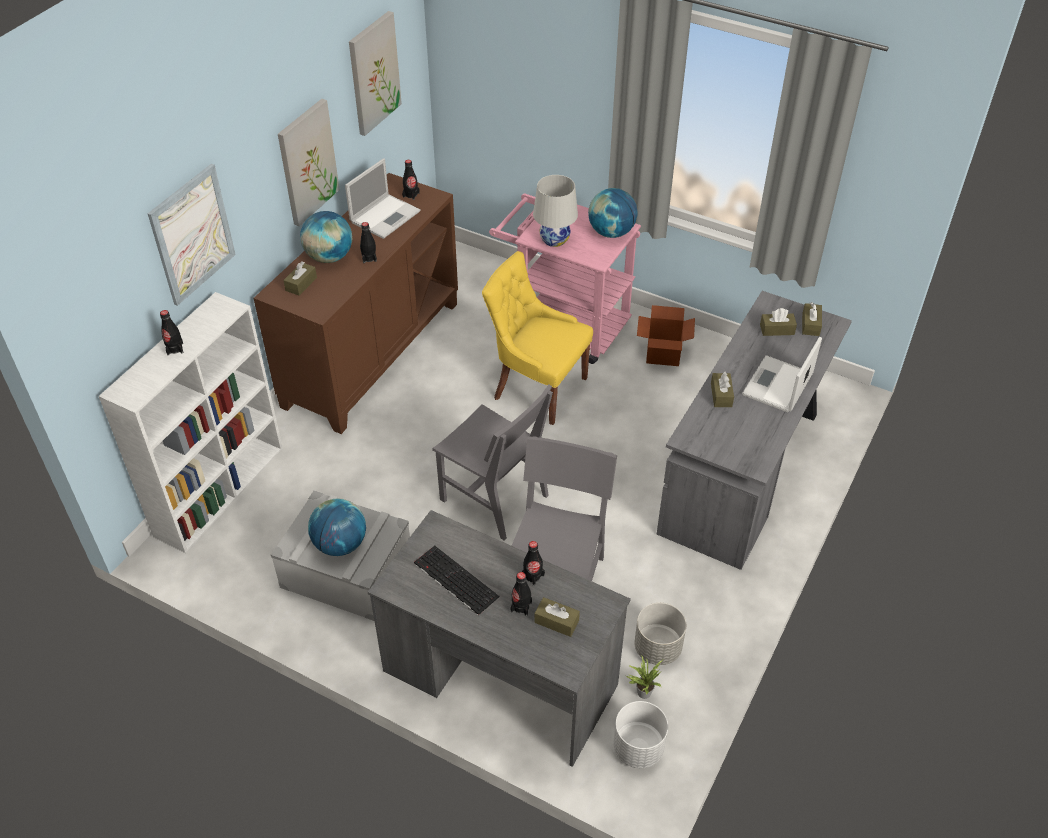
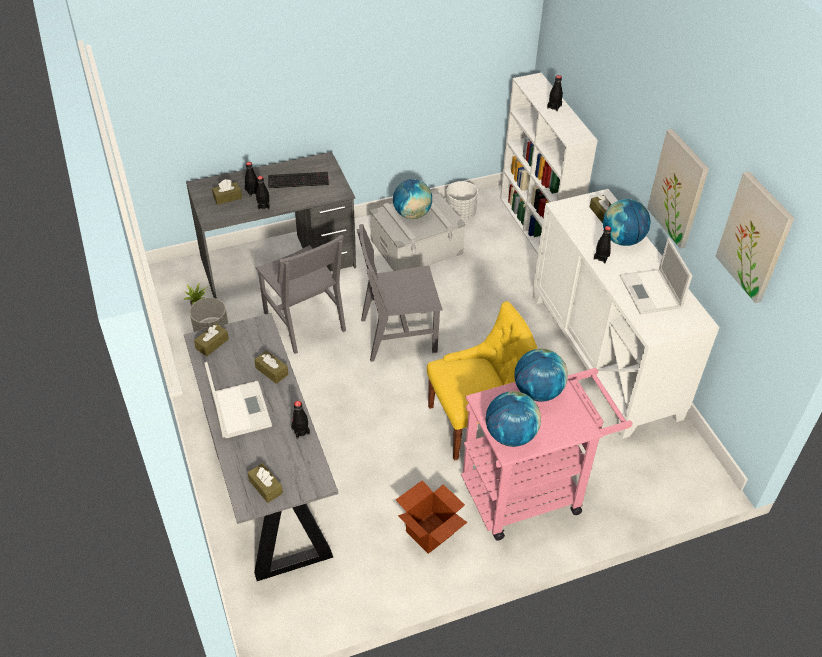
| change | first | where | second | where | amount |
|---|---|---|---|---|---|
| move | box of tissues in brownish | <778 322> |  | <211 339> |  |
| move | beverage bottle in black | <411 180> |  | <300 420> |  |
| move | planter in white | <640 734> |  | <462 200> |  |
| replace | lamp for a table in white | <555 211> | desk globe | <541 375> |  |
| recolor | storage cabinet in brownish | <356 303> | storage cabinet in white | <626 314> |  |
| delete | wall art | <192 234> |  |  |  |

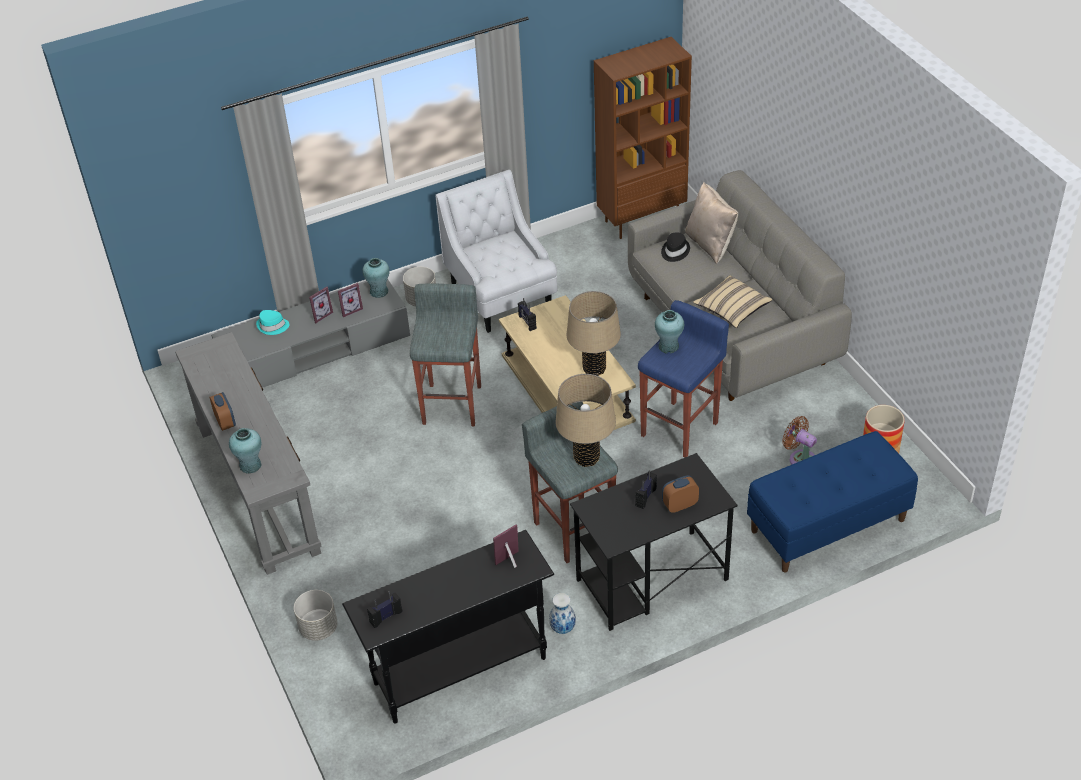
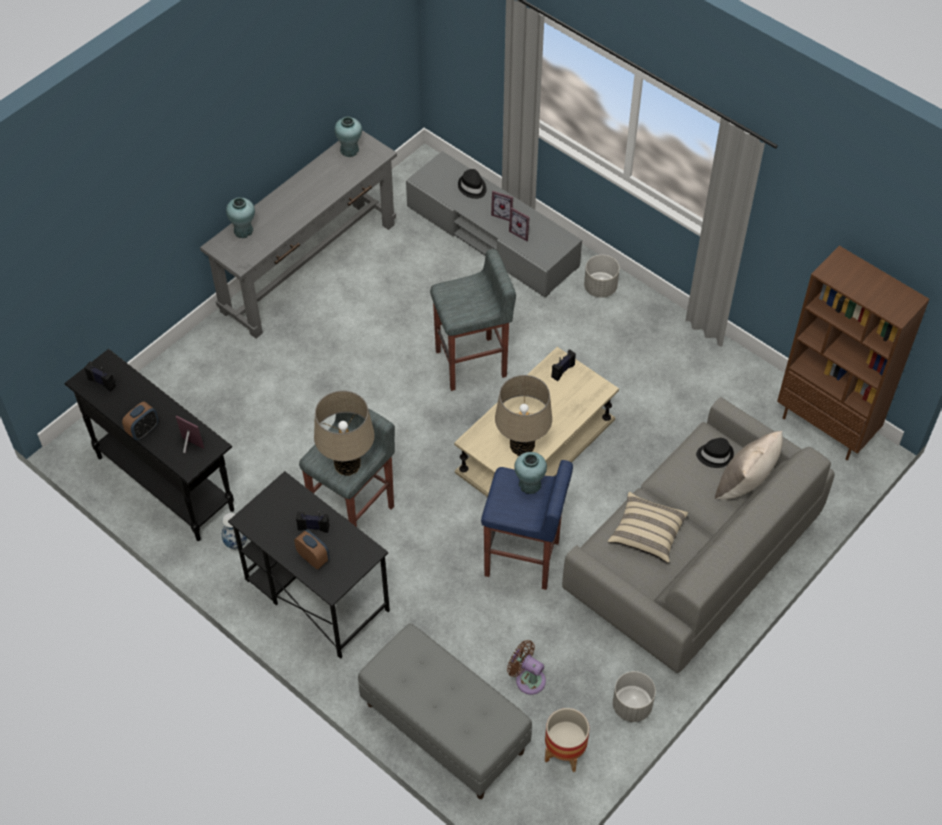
| change | first | where | second | where | amount |
|---|---|---|---|---|---|
| move | table clock | <223 411> |  | <140 421> |  |
| move | flower vase in blue-green | <376 278> |  | <348 137> |  |
| recolor | indoor bench in bluish | <832 502> | indoor bench in gray | <445 711> |  |
| recolor | hat in blue-green | <273 322> | hat in black | <472 184> |  |
| rotate | electric fan in brownish | <799 440> |  | <526 667> | 75 degrees counterclockwise |
| move | planter in gray | <316 615> |  | <634 696> |  |
| delete | lounge chair in white | <496 251> |  |  |  |

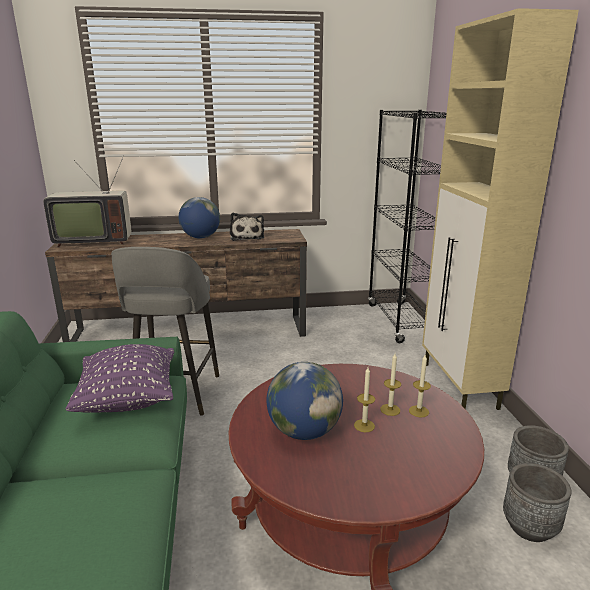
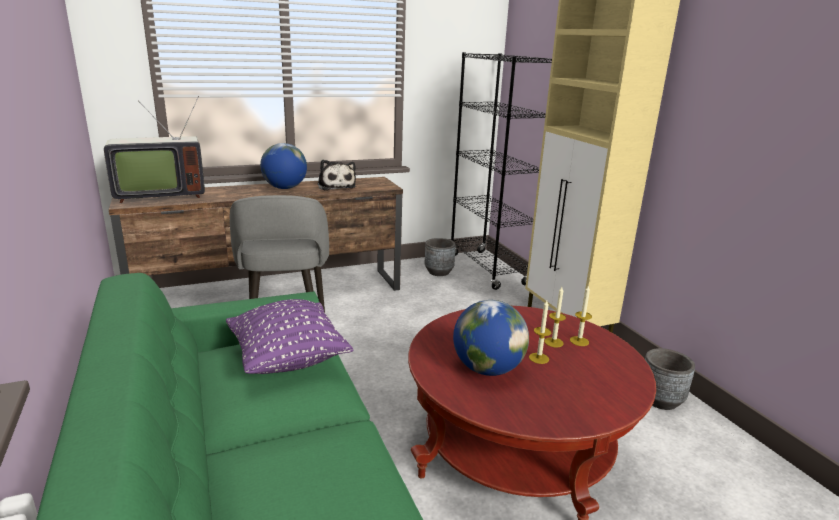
| change | first | where | second | where | amount |
|---|---|---|---|---|---|
| move | planter in gray | <537 502> |  | <440 257> |  |

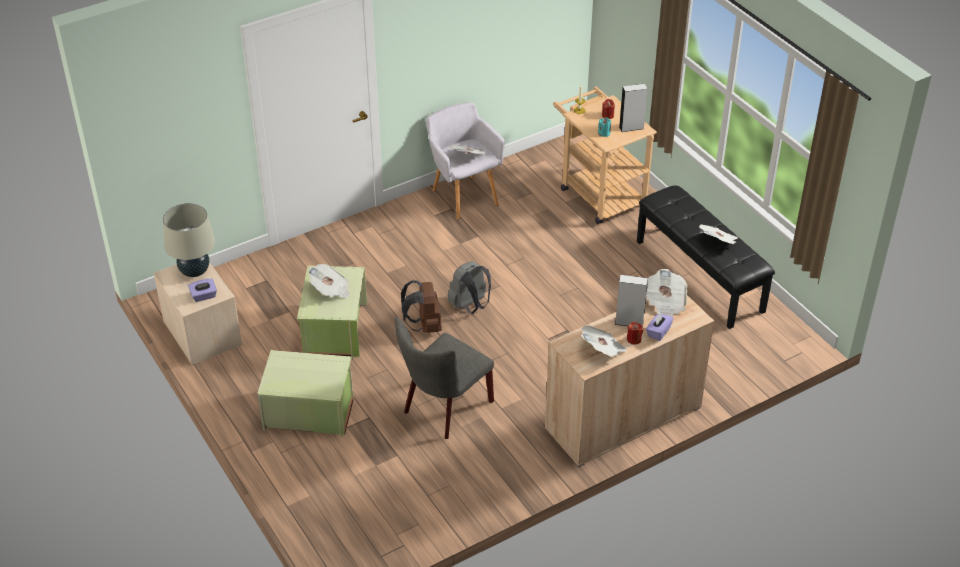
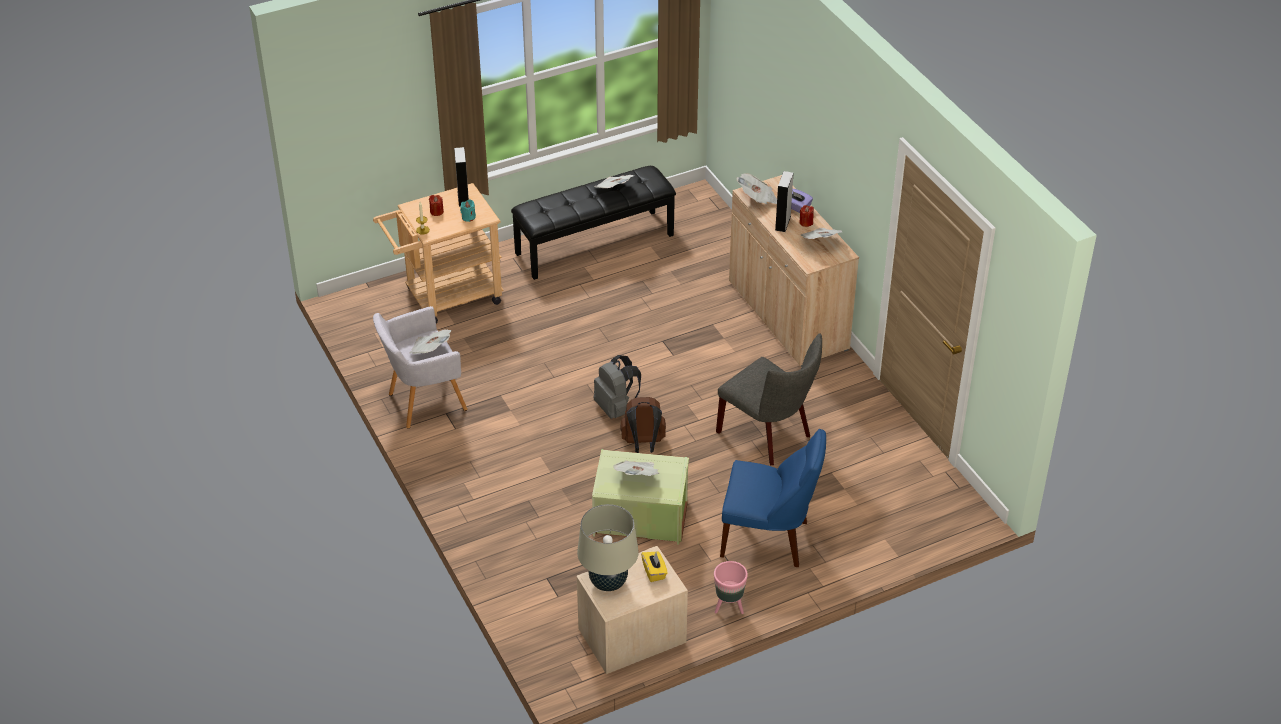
| change | first | where | second | where | amount |
|---|---|---|---|---|---|
| recolor | box of tissues in purple | <202 290> | box of tissues in yellow-coloured | <654 567> |  |
| insert |  |  | planter in pinkish | <731 587> |  |
| replace | storage box in green | <305 393> | upright chair in bluish | <773 498> |  |

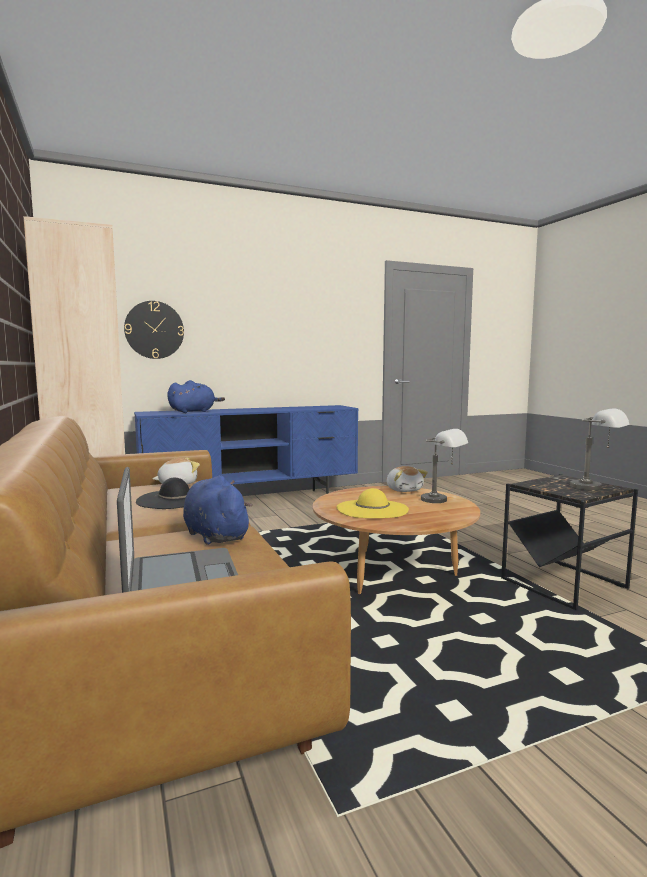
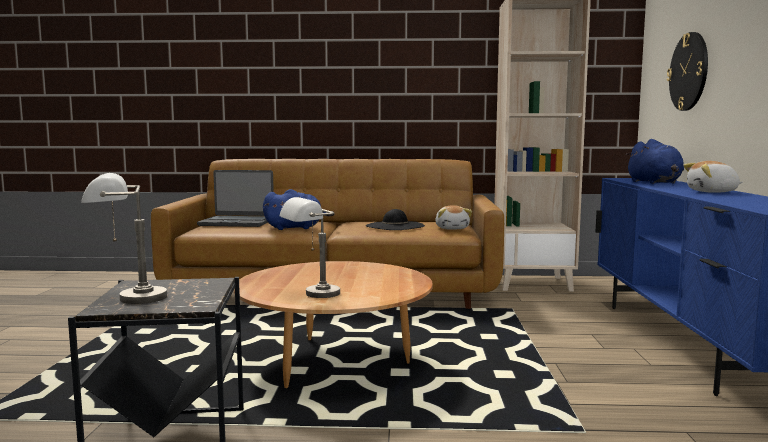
| change | first | where | second | where | amount |
|---|---|---|---|---|---|
| move | soft toy | <407 479> |  | <713 177> |  |
| delete | hat in yellow-coloured | <373 503> |  |  |  |

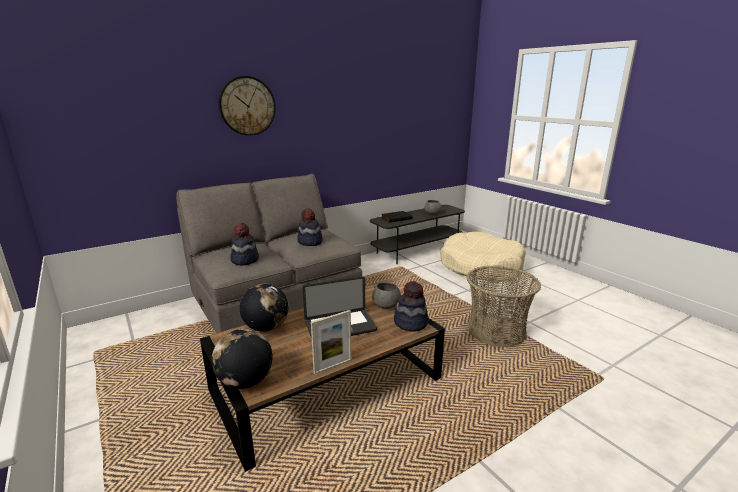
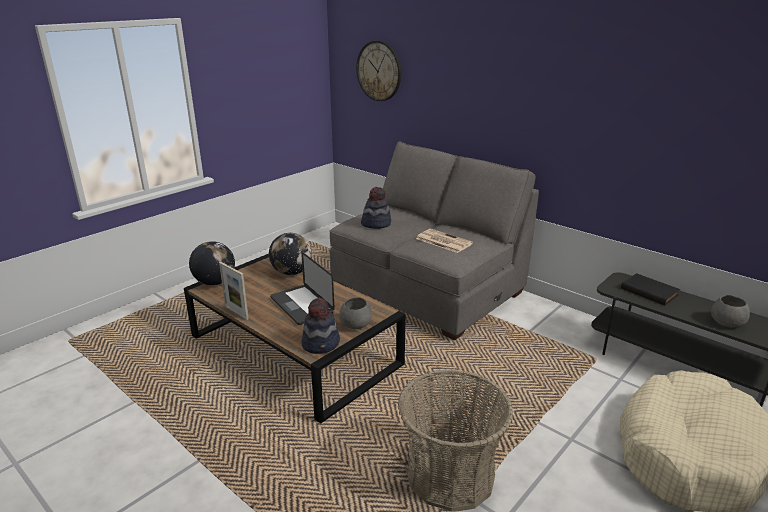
| change | first | where | second | where | amount |
|---|---|---|---|---|---|
| move | hanging clock | <247 106> |  | <379 71> |  |
| replace | hat | <310 227> | printed paper | <444 241> |  |

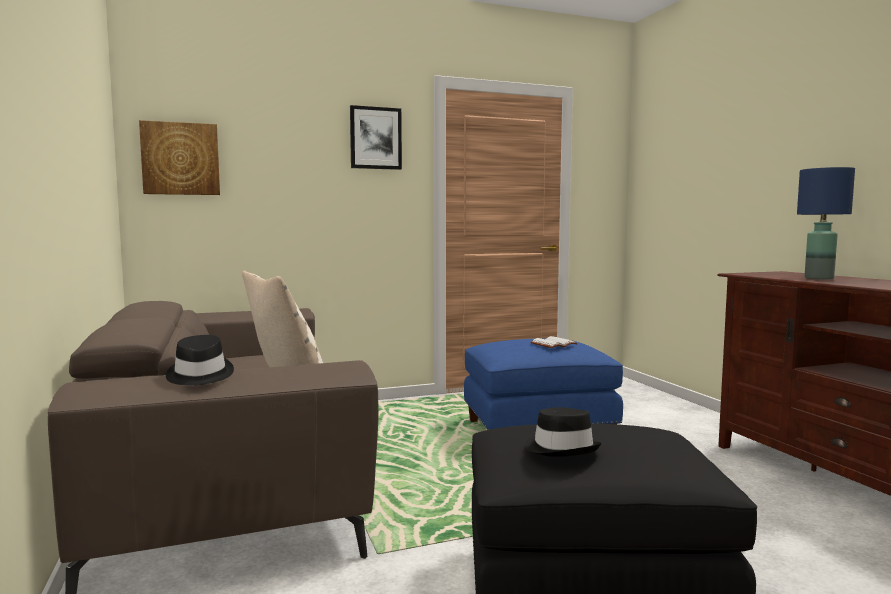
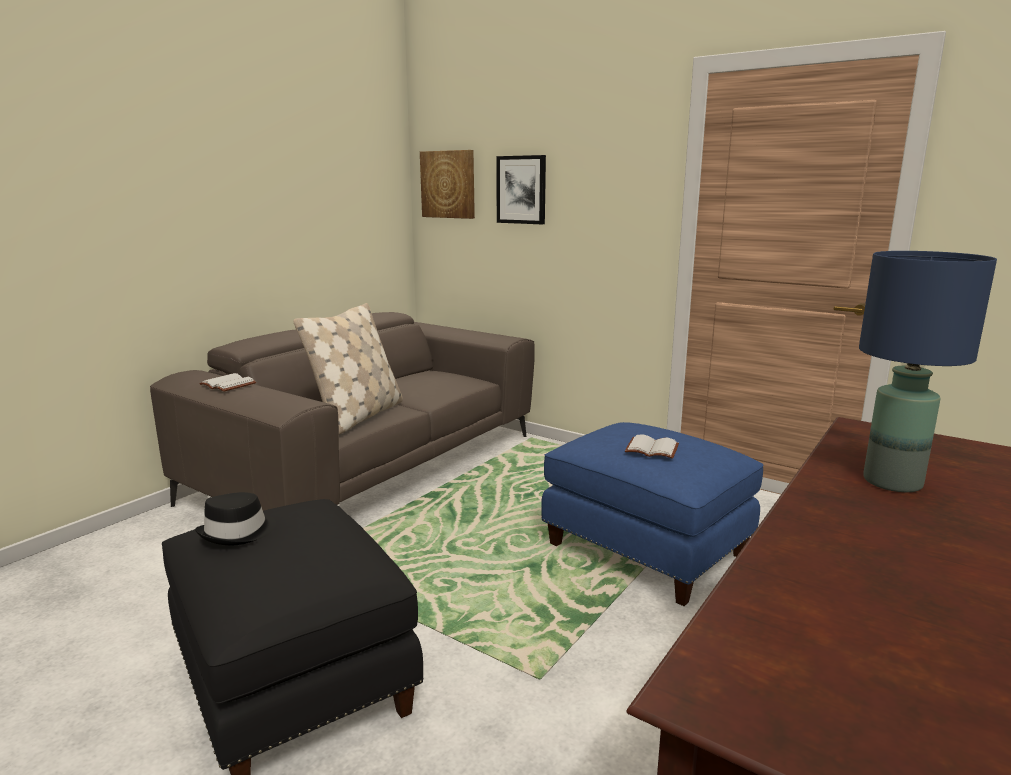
| change | first | where | second | where | amount |
|---|---|---|---|---|---|
| replace | hat in black | <200 360> | book in white | <227 382> |  |
| move | wall art | <376 137> |  | <521 189> |  |

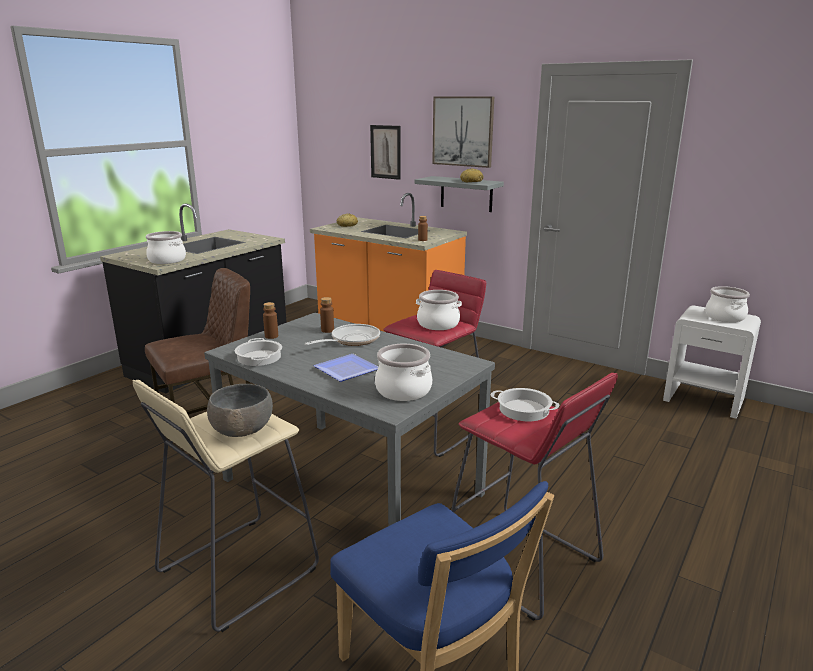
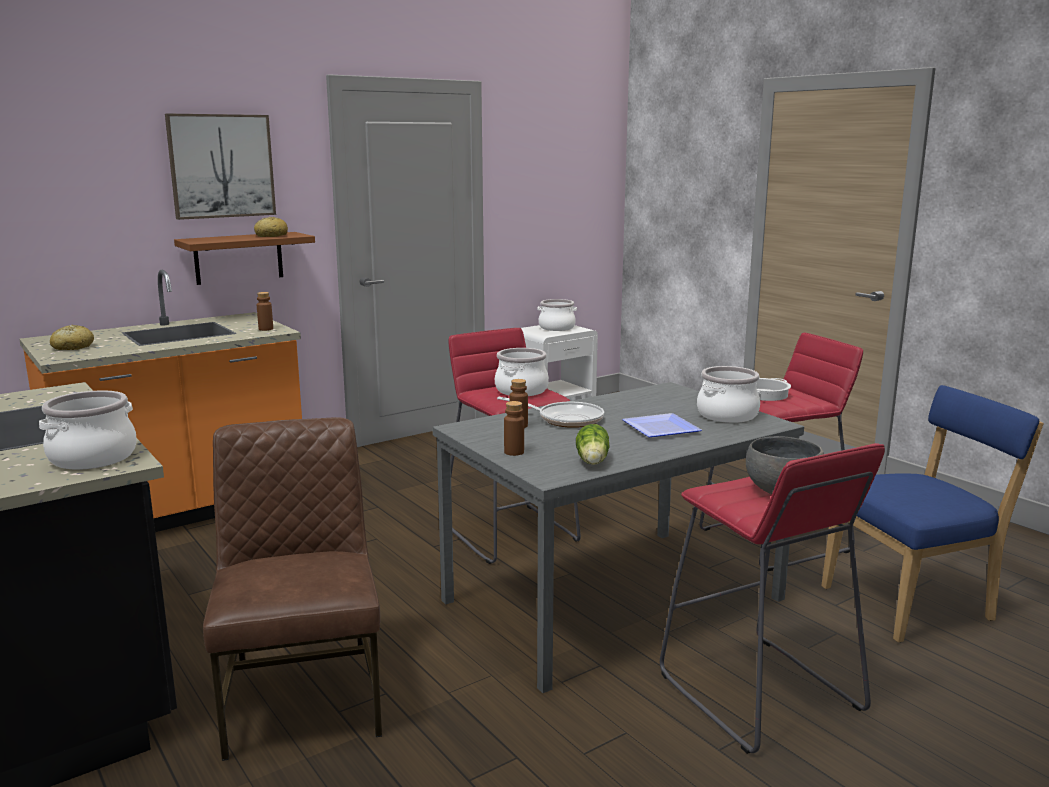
| change | first | where | second | where | amount |
|---|---|---|---|---|---|
| recolor | wall shelf in gray | <459 194> | wall shelf in brownish | <244 258> |  |
| rotate | skillet | <342 335> |  | <550 412> | 135 degrees clockwise |
| replace | saucepot | <258 352> | lettuce | <593 444> |  |
| recolor | stool seat in beige | <226 506> | stool seat in reddish | <772 598> |  |
| delete | wall art | <385 152> |  |  |  |

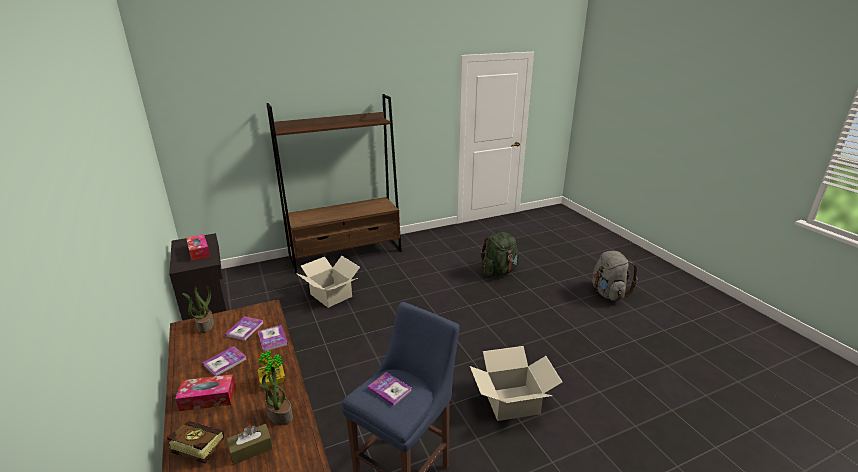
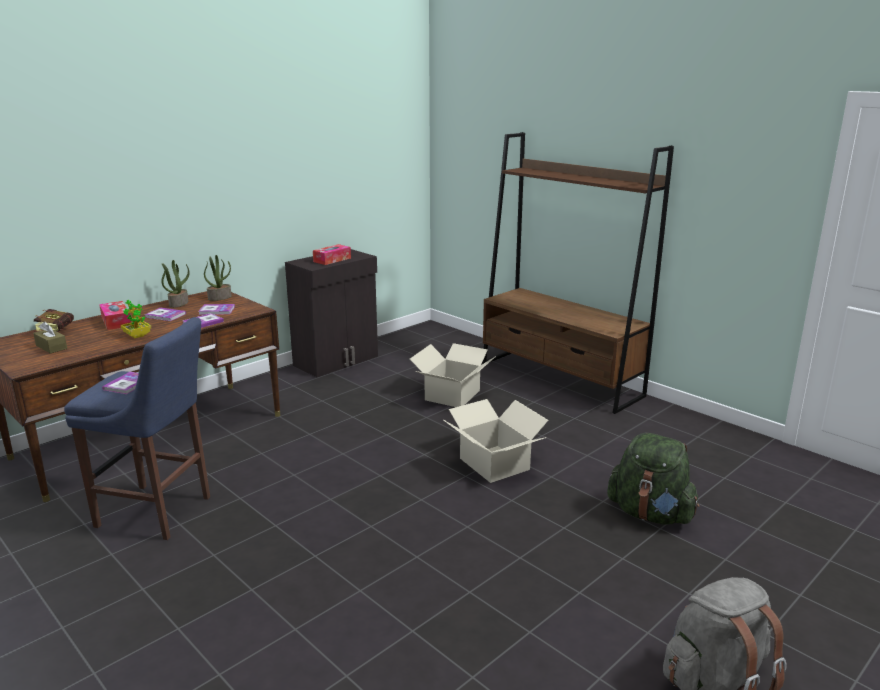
| change | first | where | second | where | amount |
|---|---|---|---|---|---|
| move | potted plant | <276 395> |  | <175 284> |  |
| move | packing box | <516 383> |  | <496 441> |  |

